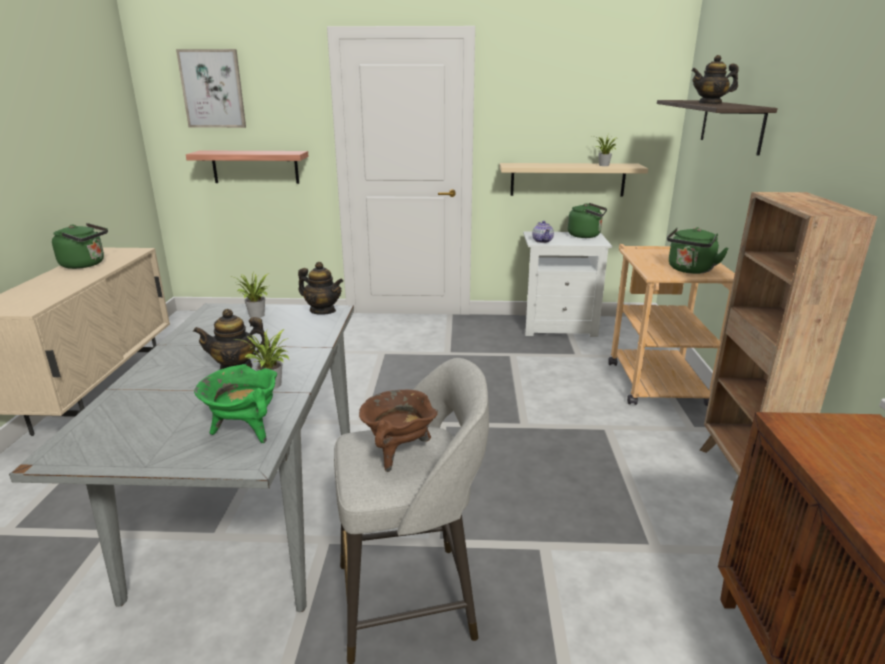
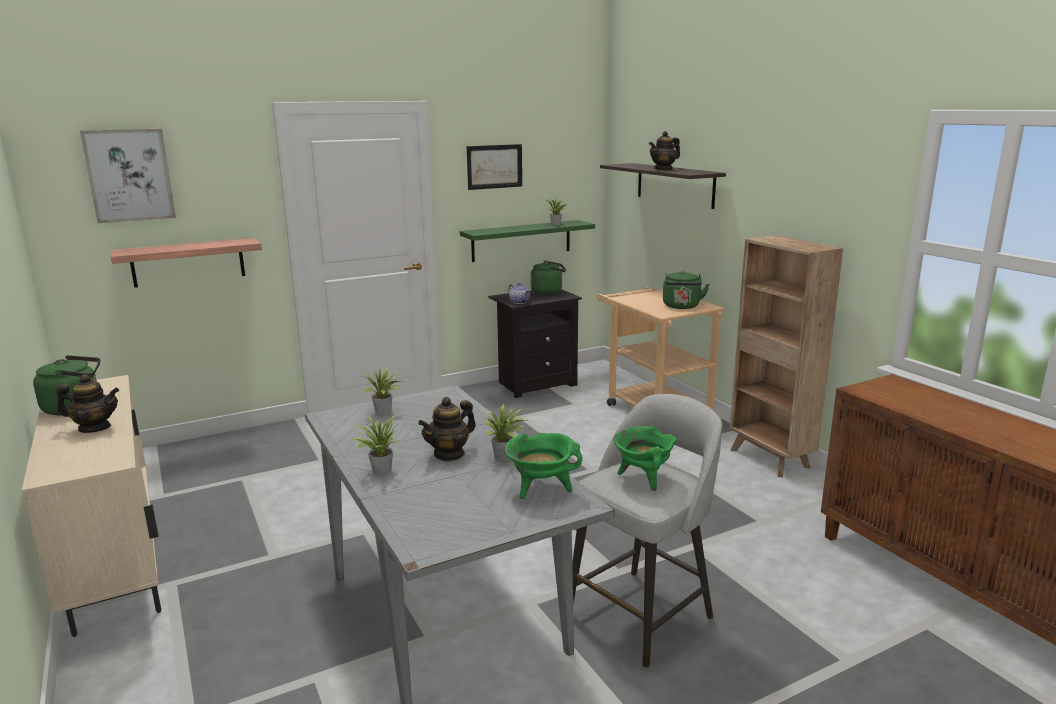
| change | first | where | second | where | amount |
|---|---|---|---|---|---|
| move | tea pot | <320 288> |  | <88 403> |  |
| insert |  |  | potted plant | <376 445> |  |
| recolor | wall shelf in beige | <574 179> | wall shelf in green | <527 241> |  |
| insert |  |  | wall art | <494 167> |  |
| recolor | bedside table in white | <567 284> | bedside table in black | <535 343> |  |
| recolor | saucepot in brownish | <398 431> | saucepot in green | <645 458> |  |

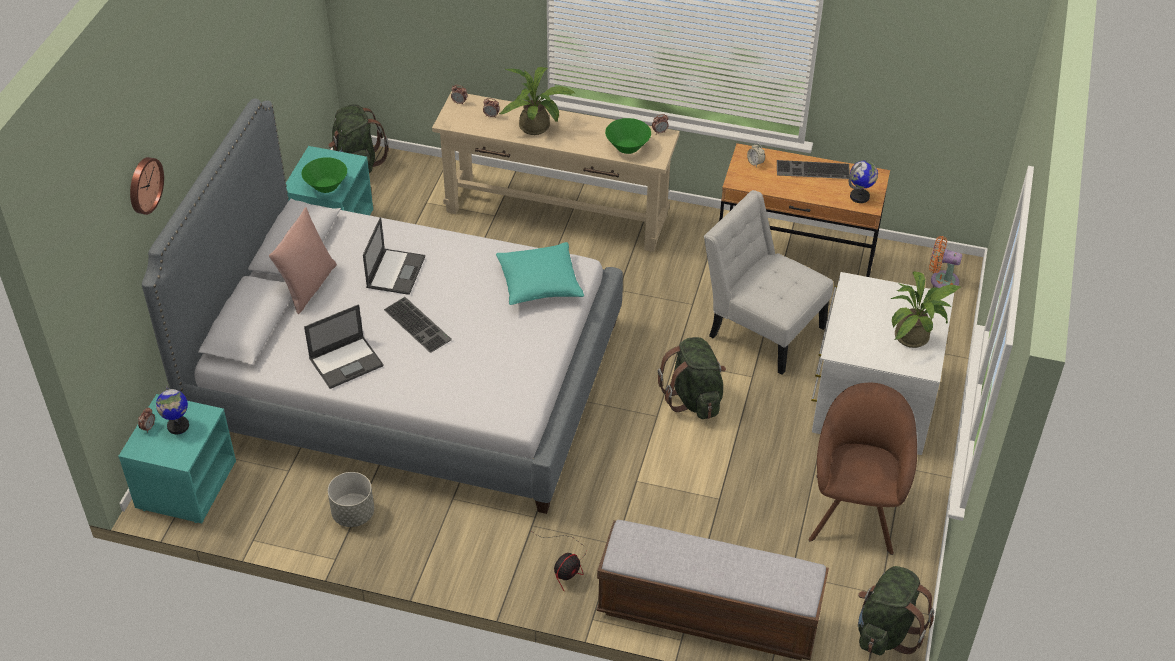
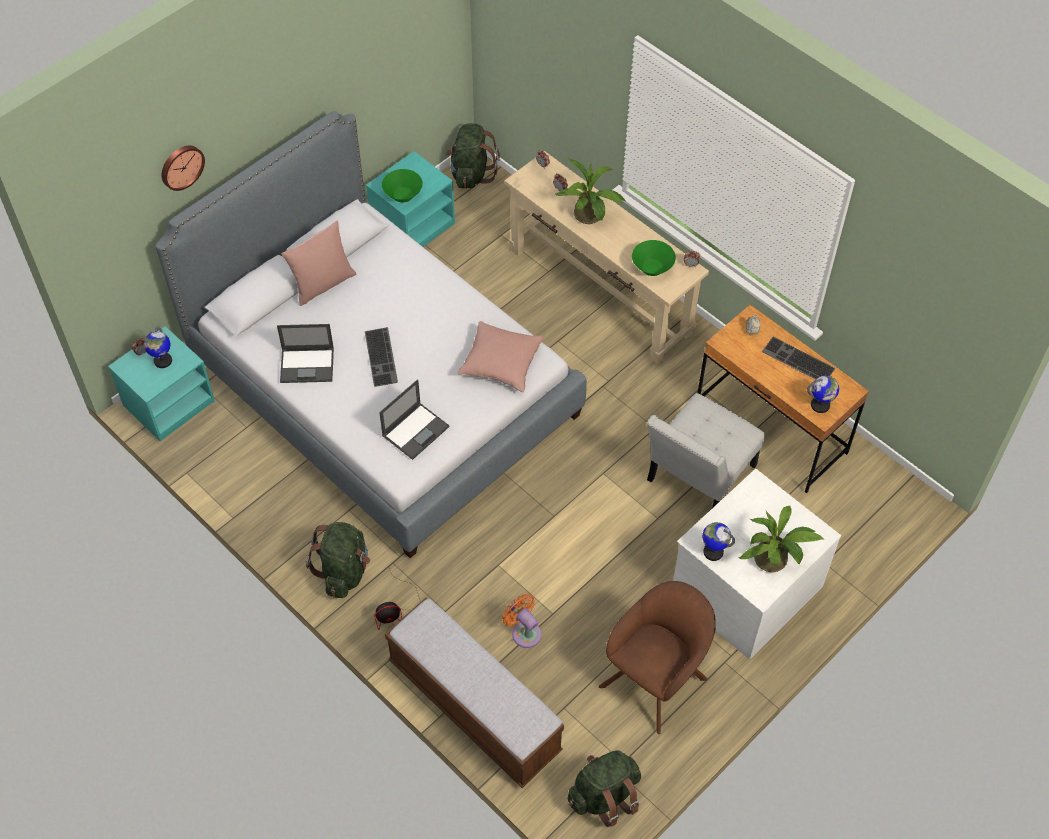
| change | first | where | second | where | amount |
|---|---|---|---|---|---|
| move | knapsack in green | <692 378> |  | <338 560> |  |
| move | portable computer | <394 256> |  | <414 419> |  |
| recolor | pillow in blue-green | <540 273> | pillow in pinkish | <500 356> |  |
| move | electric fan in orangey | <945 262> |  | <522 621> |  |
| rotate | upright chair in white | <768 282> |  | <706 450> | 120 degrees counterclockwise |
| insert |  |  | desk globe | <718 541> |  |
| delete | planter in gray | <351 499> |  |  |  |

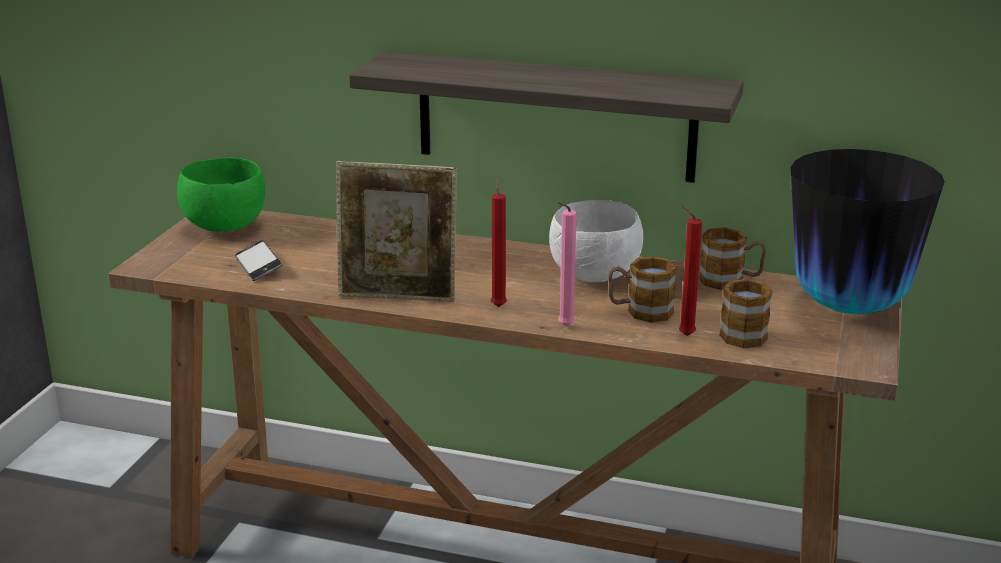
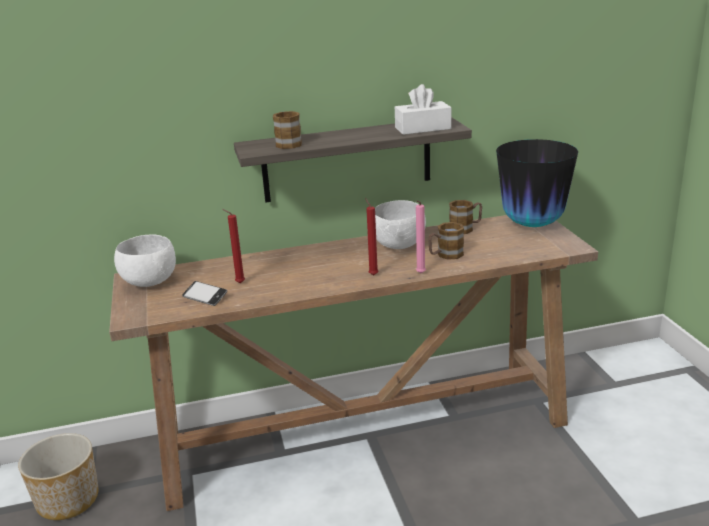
| change | first | where | second | where | amount |
|---|---|---|---|---|---|
| insert |  |  | planter | <58 476> |  |
| recolor | serving bowl in green | <221 195> | serving bowl in white | <145 260> |  |
| move | candle in reddish | <690 270> |  | <233 246> |  |
| move | coffee mug | <745 312> |  | <287 130> |  |
| insert |  |  | box of tissues in white | <423 109> |  |
| delete | picture frame | <396 231> |  |  |  |

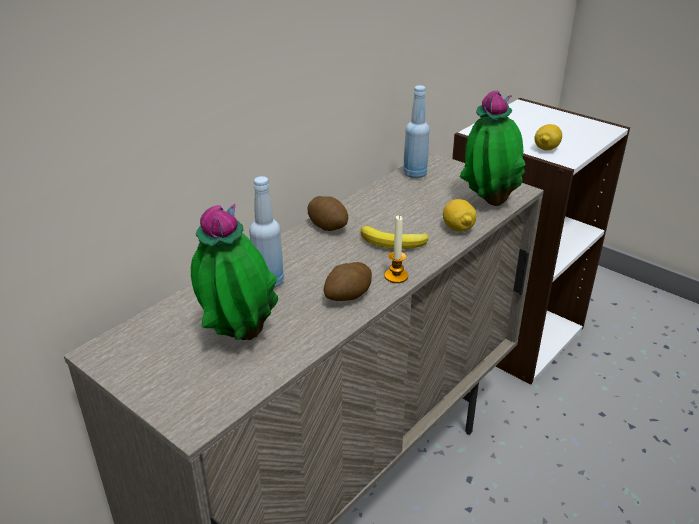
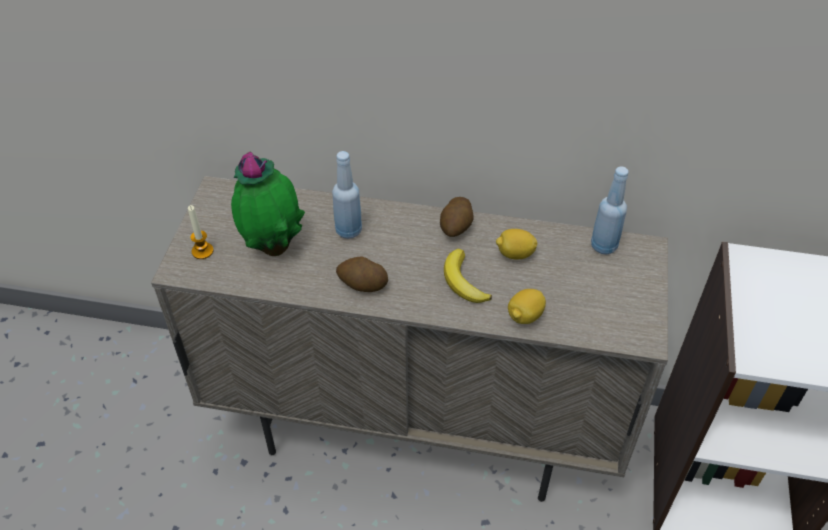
| change | first | where | second | where | amount |
|---|---|---|---|---|---|
| move | candle | <396 249> |  | <201 232> |  |
| move | whole lemon | <548 137> |  | <517 244> |  |
| delete | potted plant | <493 148> |  |  |  |

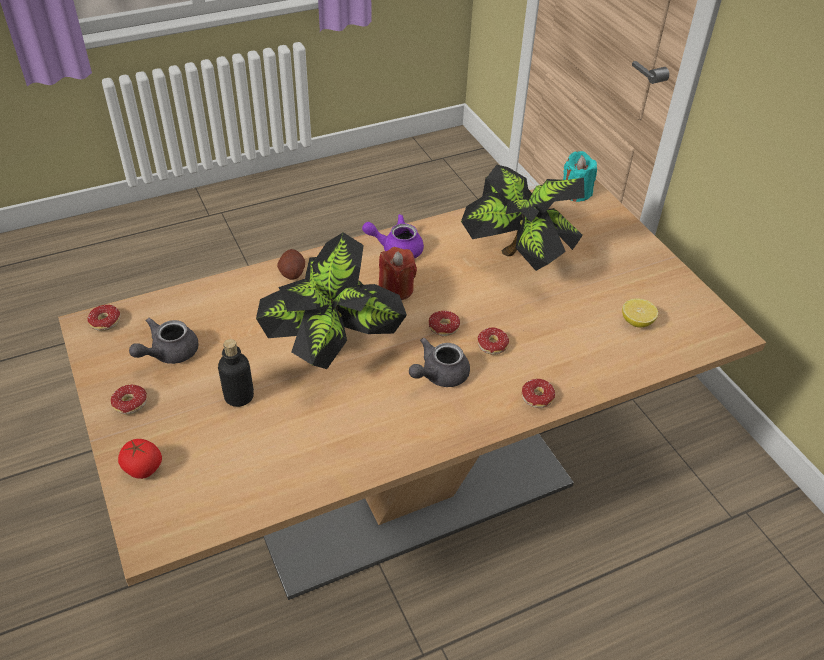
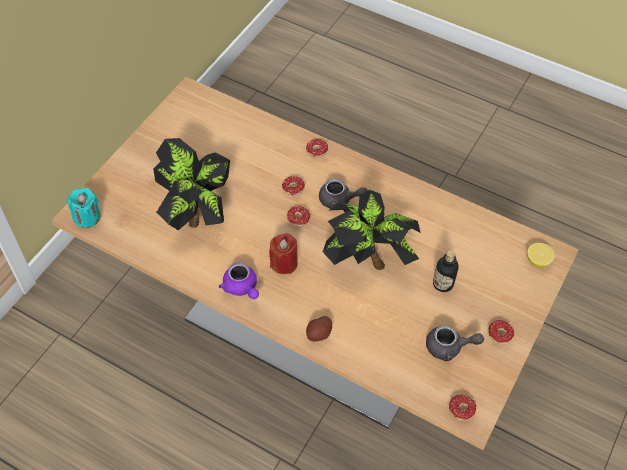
| change | first | where | second | where | amount |
|---|---|---|---|---|---|
| move | whole lemon | <640 313> |  | <540 255> |  |
| delete | whole tomato | <140 459> |  |  |  |

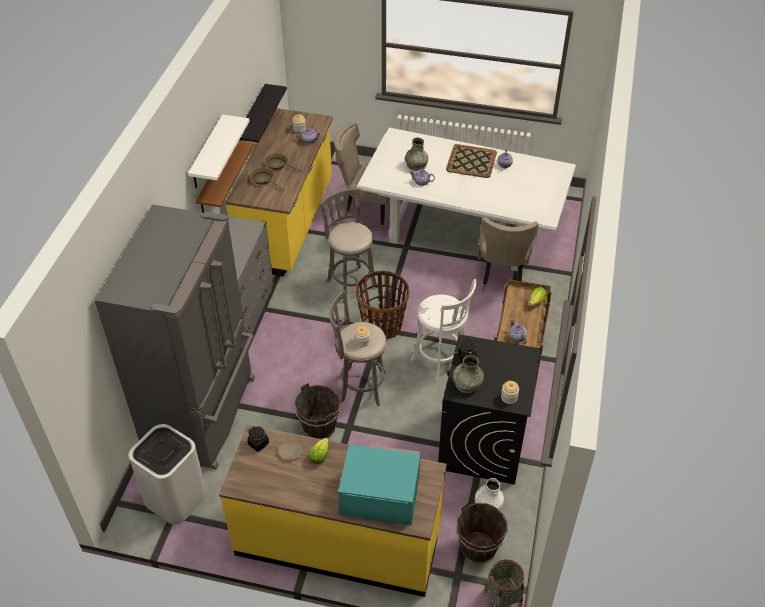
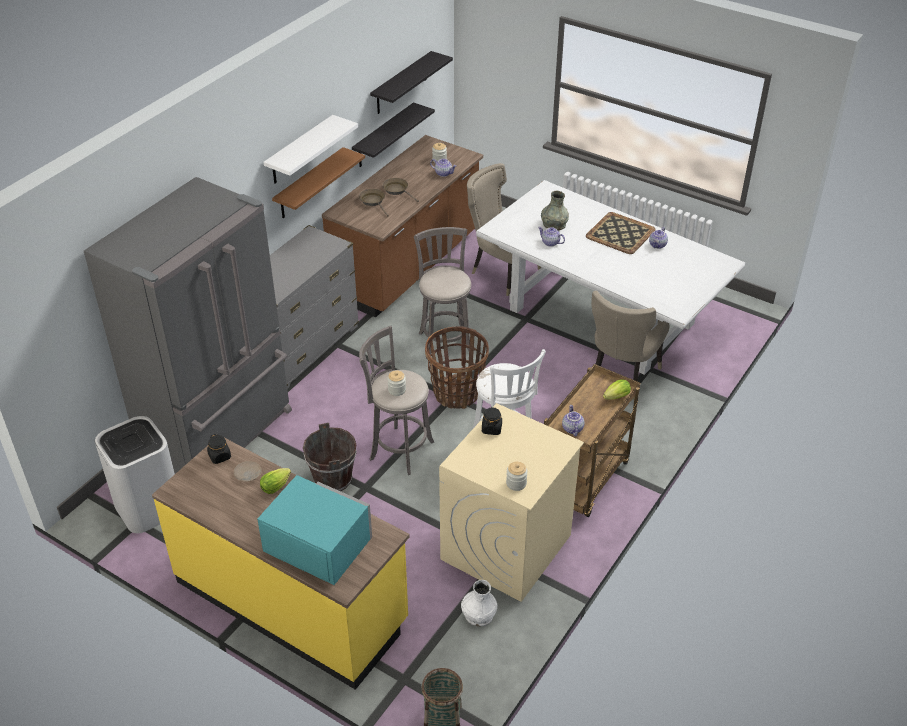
| change | first | where | second | where | amount |
|---|---|---|---|---|---|
| recolor | kitchen base unit in yellow-coloured | <279 192> | kitchen base unit in brownish | <402 226> |  |
| insert |  |  | wall shelf in black | <411 82> |  |
| recolor | laundry machine in black | <489 410> | laundry machine in beige | <511 502> |  |
| delete | flower vase in gray | <468 374> |  |  |  |
| delete | pail in brownish | <482 533> |  |  |  |

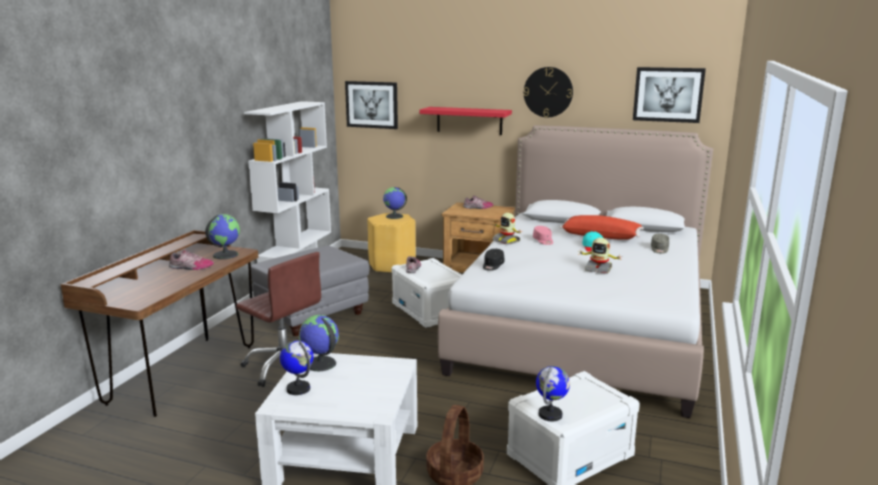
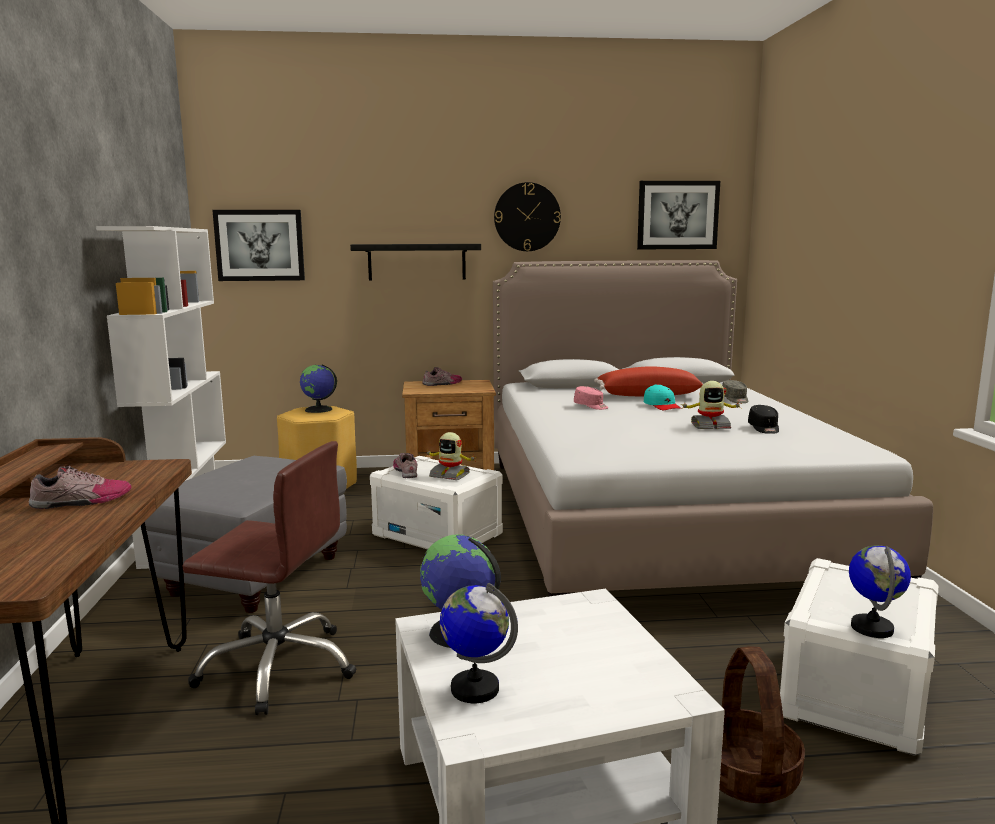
| change | first | where | second | where | amount |
|---|---|---|---|---|---|
| recolor | wall shelf in reddish | <465 121> | wall shelf in black | <415 262> |  |
| move | toy robot | <507 229> |  | <450 456> |  |
| move | cap in black | <493 260> |  | <763 419> |  |
| delete | desk globe | <222 236> |  |  |  |

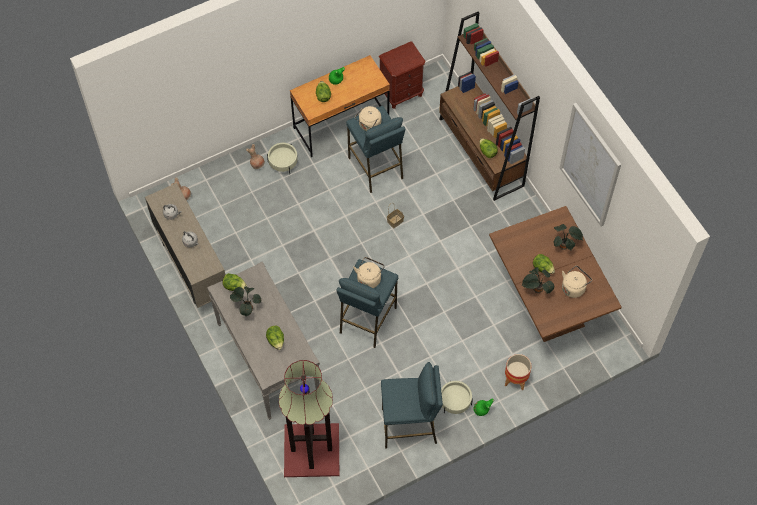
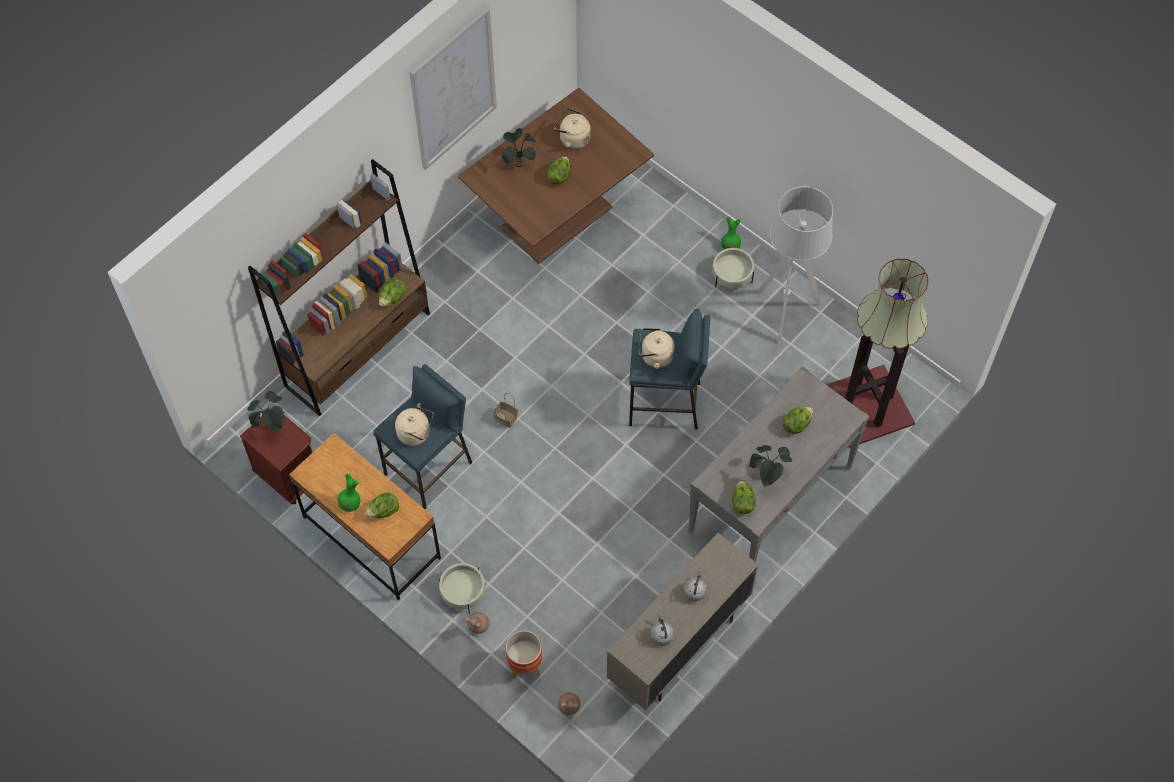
| change | first | where | second | where | amount |
|---|---|---|---|---|---|
| move | potted plant | <538 280> |  | <265 412> |  |
| move | planter | <518 372> |  | <523 654> |  |
| replace | stool seat in bluish | <412 405> | floor lamp in gray | <795 265> |  |

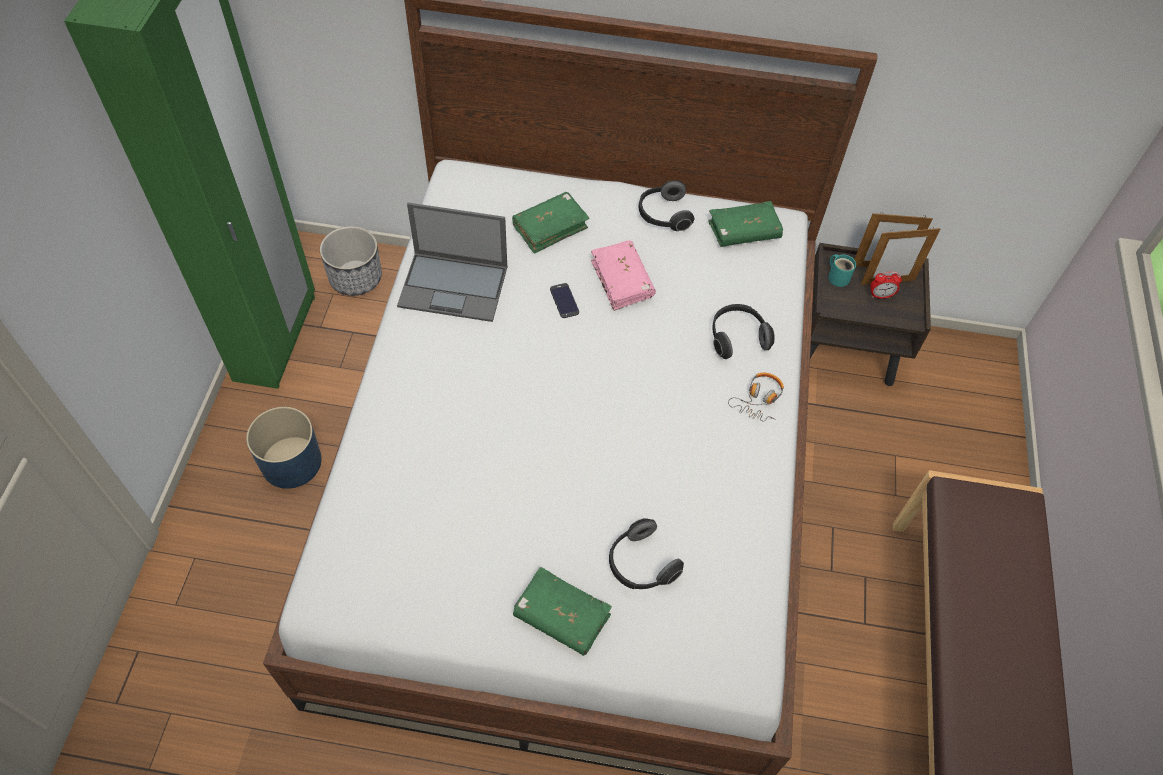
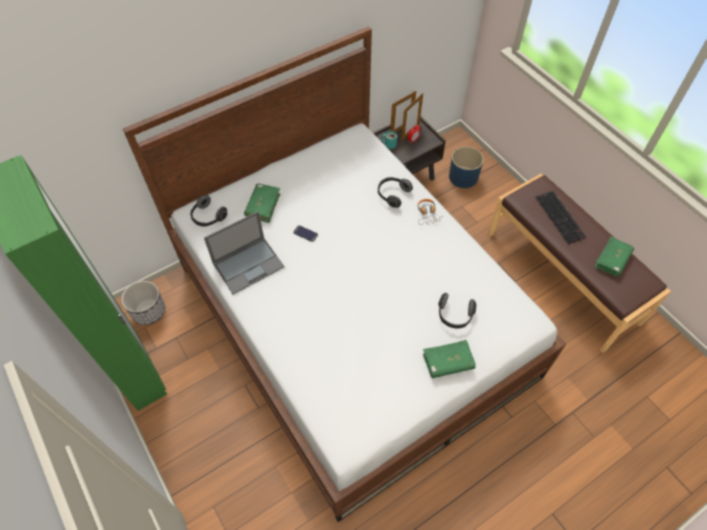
| change | first | where | second | where | amount |
|---|---|---|---|---|---|
| move | pair of headphones | <666 205> |  | <208 211> |  |
| move | planter in bluish | <284 448> |  | <466 167> |  |
| insert |  |  | computer keyboard | <561 217> |  |
| move | book in green | <745 224> |  | <614 256> |  |
| delete | book in pinkish | <623 276> |  |  |  |

